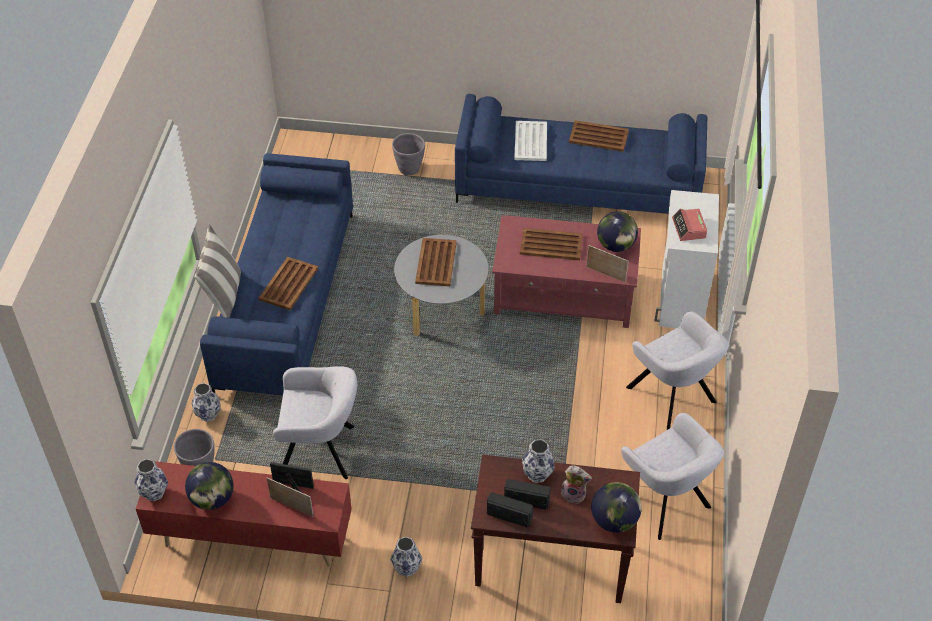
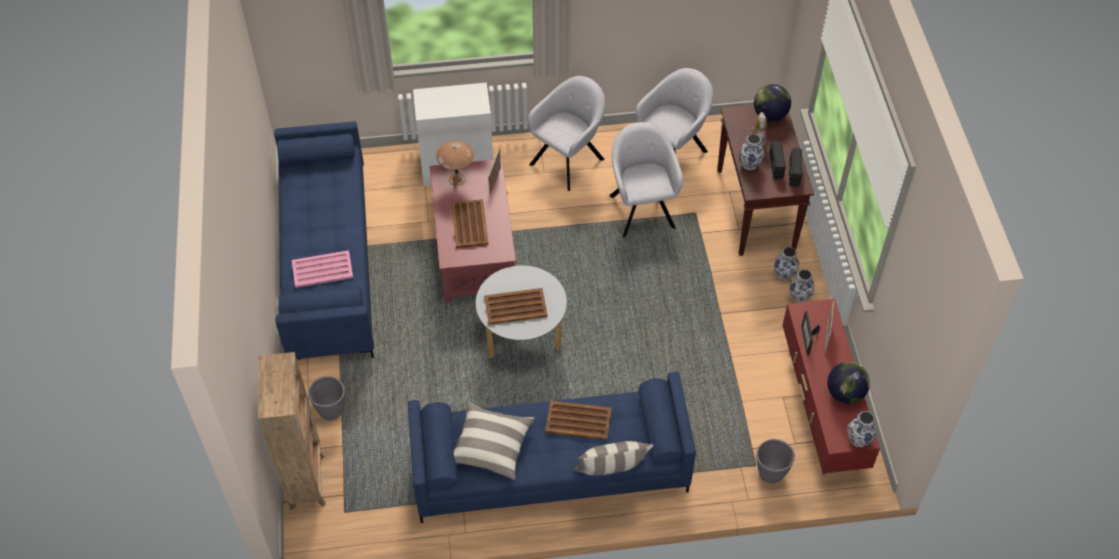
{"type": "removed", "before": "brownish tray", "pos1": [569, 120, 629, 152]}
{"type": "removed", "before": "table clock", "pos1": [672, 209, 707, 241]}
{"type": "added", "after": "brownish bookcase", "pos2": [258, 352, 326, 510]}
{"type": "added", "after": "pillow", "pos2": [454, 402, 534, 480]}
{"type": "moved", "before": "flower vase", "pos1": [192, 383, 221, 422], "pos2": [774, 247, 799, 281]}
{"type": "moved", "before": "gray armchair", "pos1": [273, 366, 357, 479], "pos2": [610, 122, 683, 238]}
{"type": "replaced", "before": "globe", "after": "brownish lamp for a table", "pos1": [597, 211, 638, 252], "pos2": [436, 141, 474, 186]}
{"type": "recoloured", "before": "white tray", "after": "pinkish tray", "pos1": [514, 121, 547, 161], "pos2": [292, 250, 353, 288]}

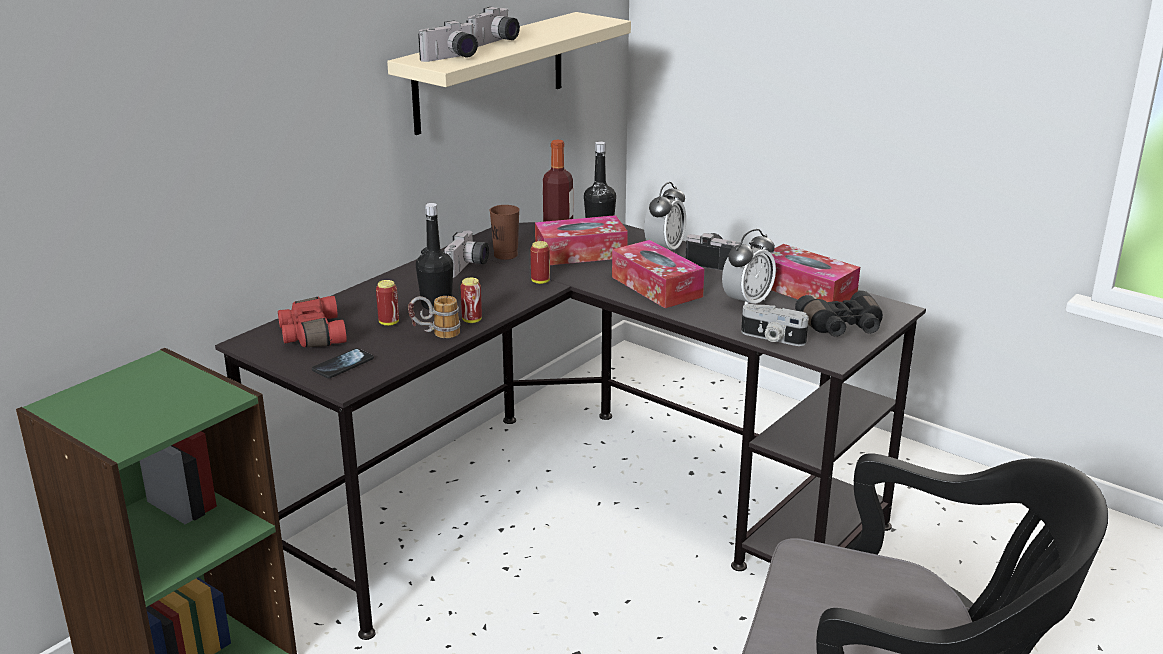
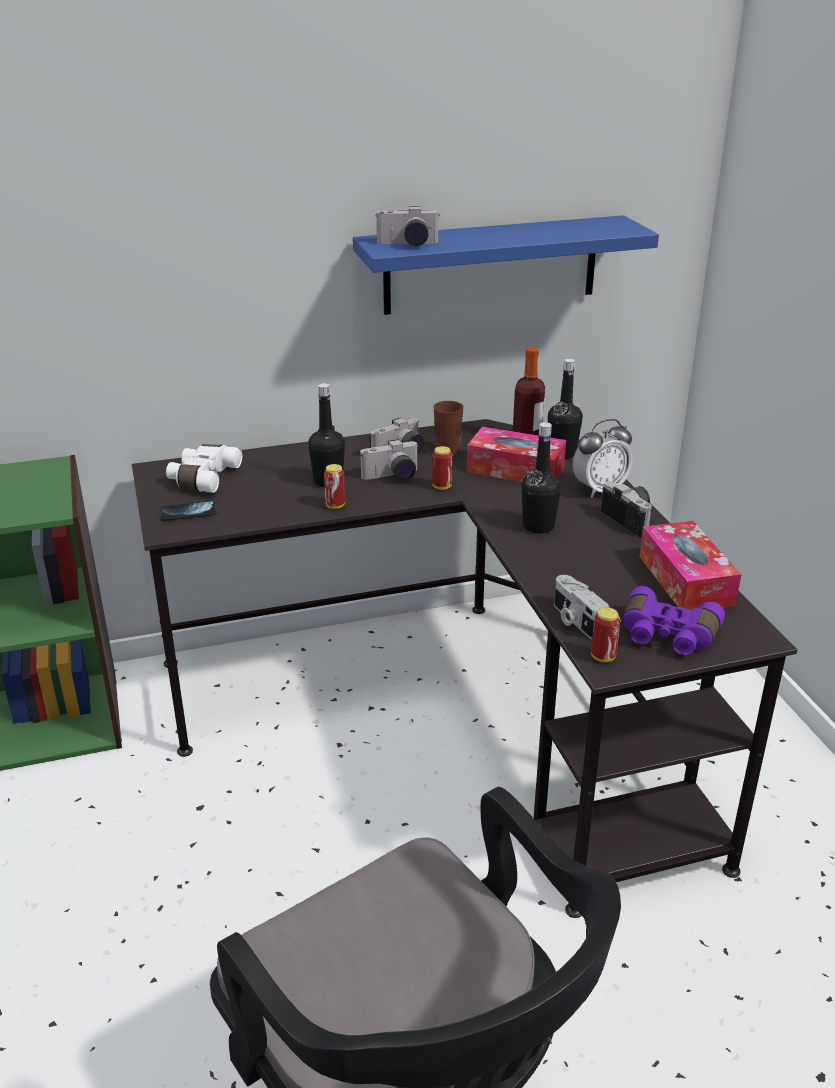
{"type": "removed", "before": "tea mug", "pos1": [408, 296, 460, 338]}
{"type": "removed", "before": "table clock", "pos1": [722, 229, 776, 305]}
{"type": "moved", "before": "sealed can", "pos1": [376, 280, 399, 326], "pos2": [591, 607, 620, 662]}
{"type": "moved", "before": "still camera", "pos1": [466, 7, 520, 47], "pos2": [360, 439, 419, 480]}
{"type": "replaced", "before": "tissue box", "after": "black-coloured bottle", "pos1": [612, 240, 704, 308], "pos2": [522, 422, 561, 534]}
{"type": "recoloured", "before": "reddish field glasses", "after": "white field glasses", "pos1": [278, 296, 347, 347], "pos2": [166, 444, 242, 493]}
{"type": "recoloured", "before": "beige shelf", "after": "blue-coloured shelf", "pos1": [387, 12, 631, 135], "pos2": [353, 215, 659, 315]}
{"type": "recoloured", "before": "black-coloured field glasses", "after": "purple field glasses", "pos1": [795, 291, 883, 337], "pos2": [624, 586, 725, 655]}

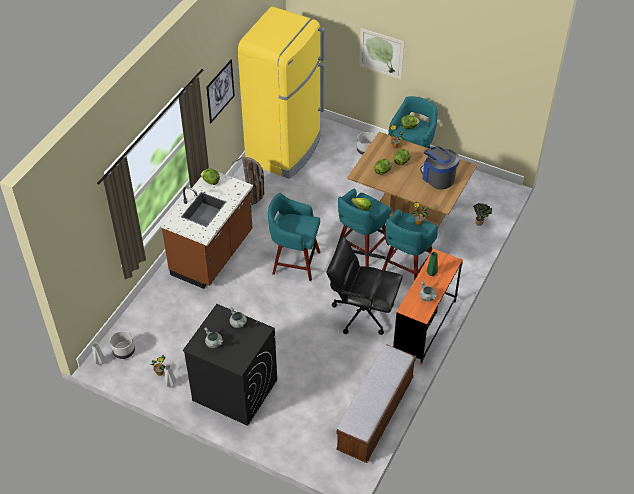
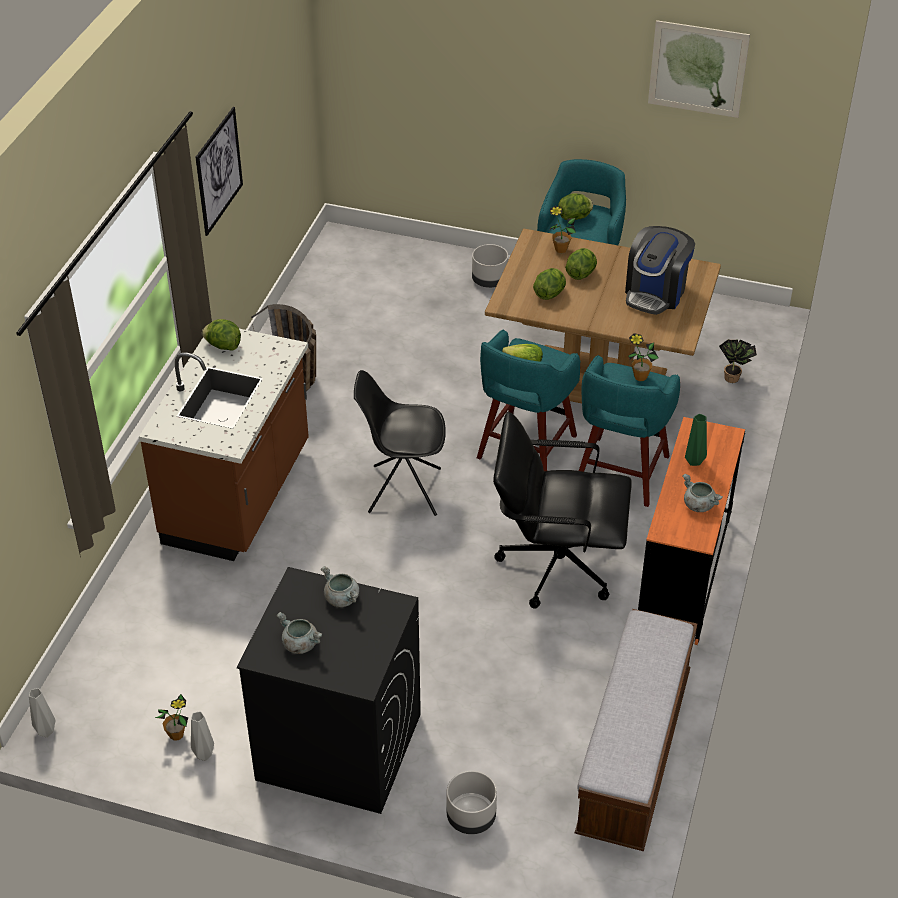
{"type": "removed", "before": "yellow kitchen fridge", "pos1": [238, 7, 325, 179]}
{"type": "moved", "before": "gray flower pot", "pos1": [110, 331, 135, 359], "pos2": [447, 771, 497, 834]}
{"type": "moved", "before": "wall picture", "pos1": [359, 28, 404, 79], "pos2": [648, 20, 750, 118]}
{"type": "replaced", "before": "blue-green stool seat", "after": "black-coloured chair", "pos1": [268, 193, 320, 281], "pos2": [354, 370, 446, 516]}
{"type": "turned", "before": "coffee brewer", "pos1": [420, 146, 460, 190], "pos2": [625, 226, 695, 315], "turn": -105}

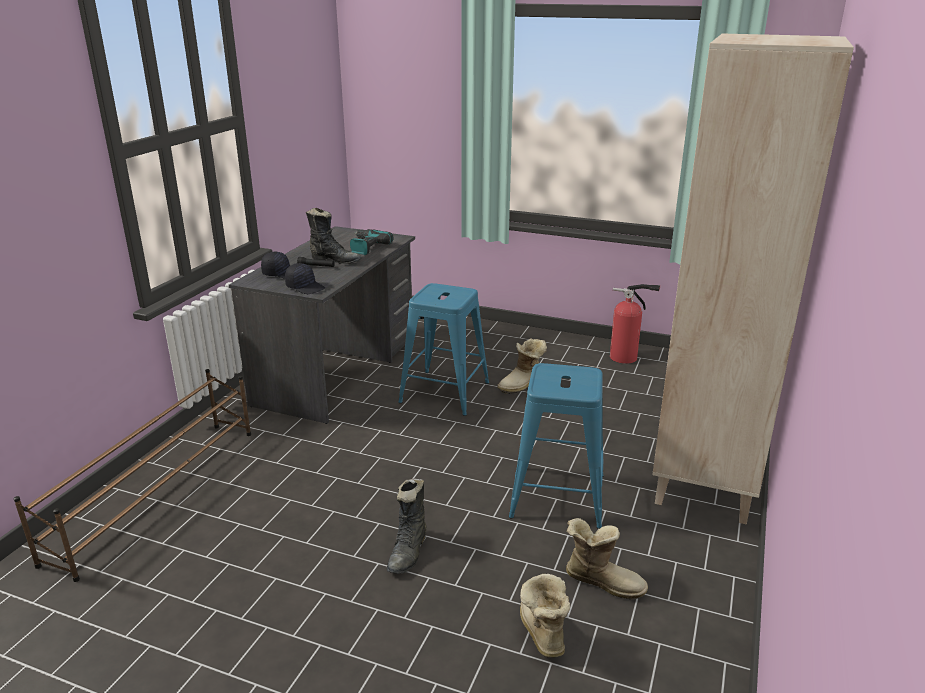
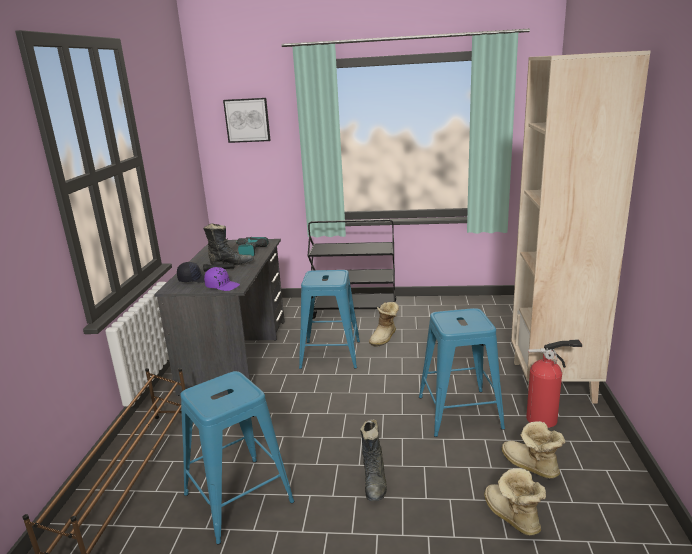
{"type": "added", "after": "blue-coloured stool seat", "pos2": [180, 371, 294, 544]}
{"type": "added", "after": "wall picture", "pos2": [223, 98, 271, 143]}
{"type": "added", "after": "black-coloured cart", "pos2": [308, 219, 396, 319]}
{"type": "moved", "before": "fire extinguisher", "pos1": [610, 284, 660, 364], "pos2": [526, 339, 582, 428]}
{"type": "recoloured", "before": "black-coloured peaked cap", "after": "purple peaked cap", "pos1": [285, 263, 325, 294], "pos2": [204, 267, 240, 291]}
{"type": "turned", "before": "high-top boot", "pos1": [566, 518, 648, 599], "pos2": [502, 421, 565, 479], "turn": -135}

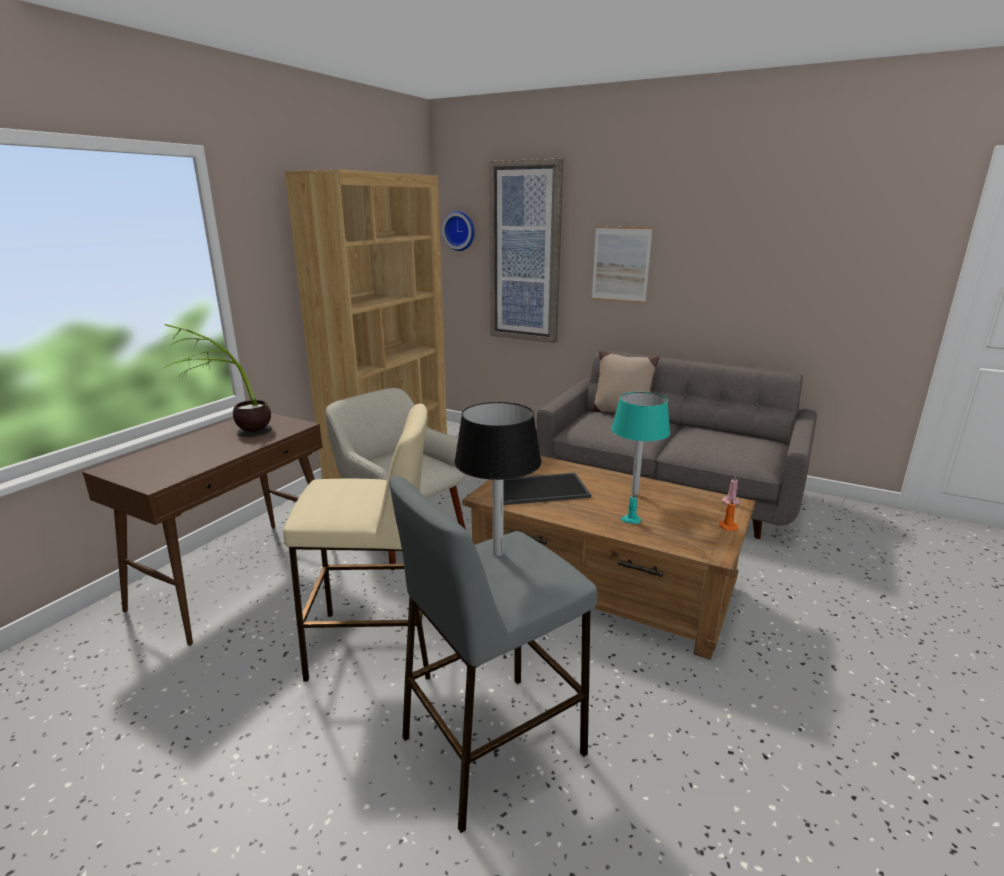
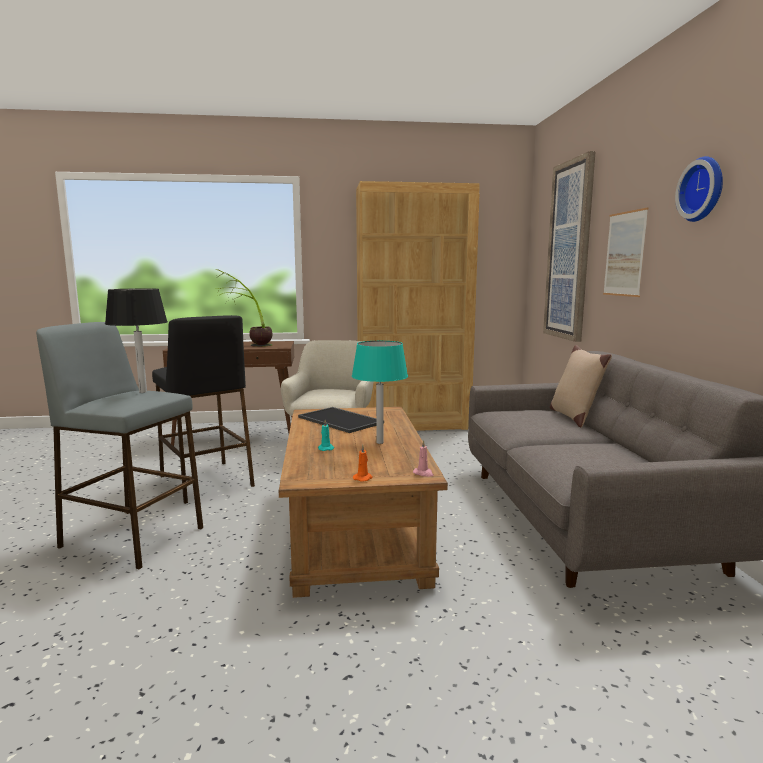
{"type": "moved", "before": "wall clock", "pos1": [442, 211, 475, 251], "pos2": [675, 156, 723, 222]}
{"type": "recoloured", "before": "beige stool seat", "after": "black-coloured stool seat", "pos1": [283, 404, 431, 682], "pos2": [152, 315, 255, 504]}

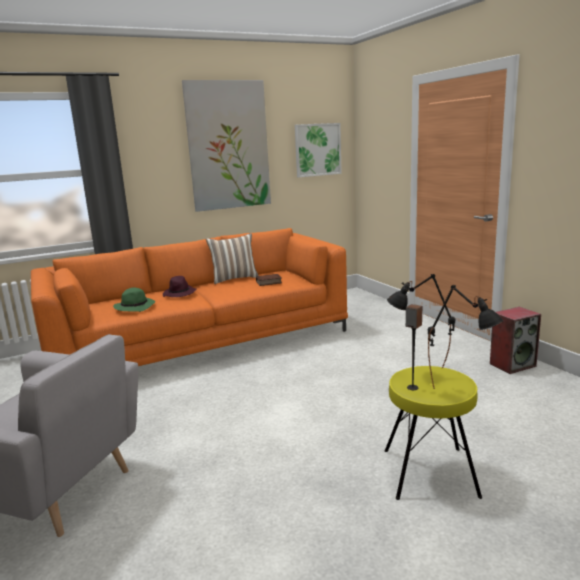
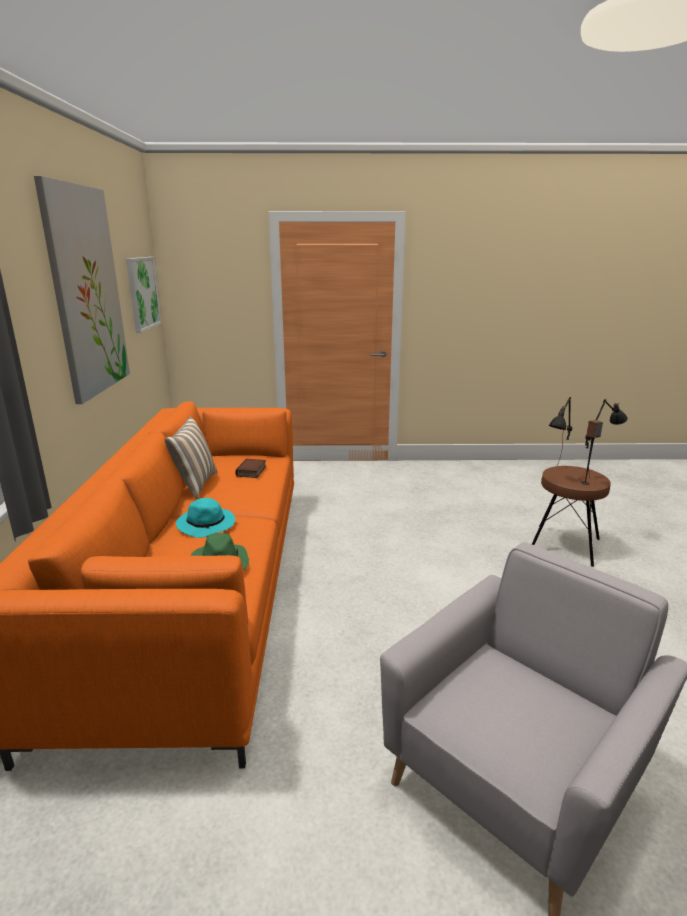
{"type": "removed", "before": "audio speaker", "pos1": [490, 307, 541, 374]}
{"type": "recoloured", "before": "purple wearable hat", "after": "blue-green wearable hat", "pos1": [163, 276, 196, 297], "pos2": [176, 498, 235, 538]}
{"type": "recoloured", "before": "yellow stool seat", "after": "brownish stool seat", "pos1": [385, 366, 482, 500], "pos2": [532, 466, 610, 567]}

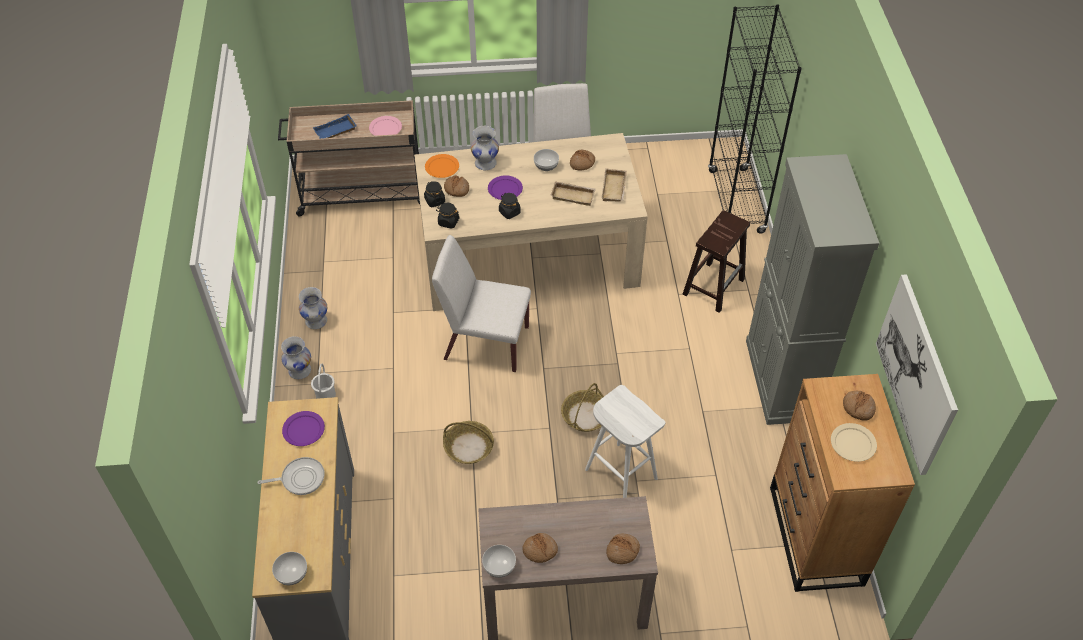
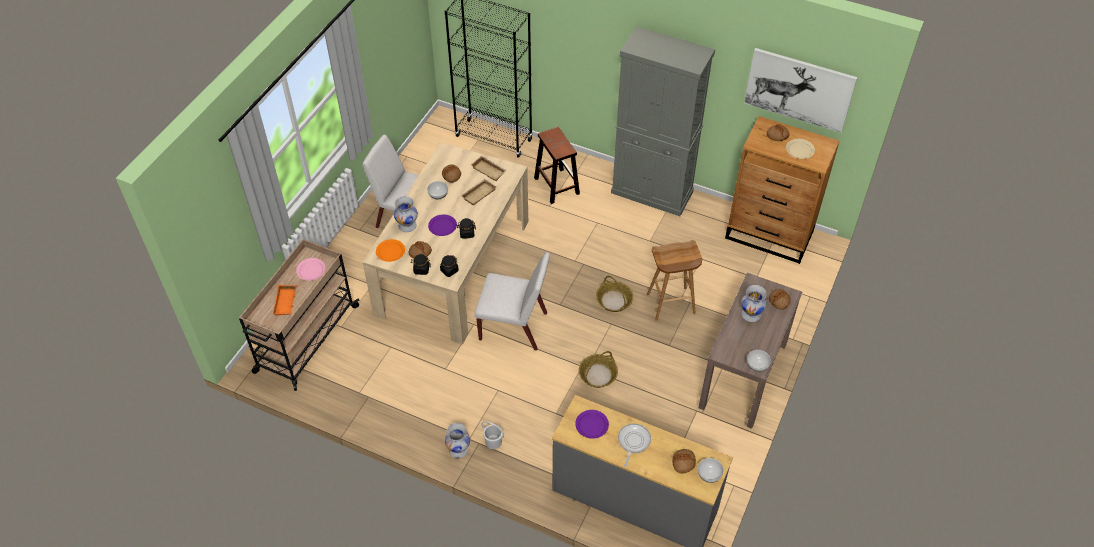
{"type": "moved", "before": "white flower vase", "pos1": [299, 287, 327, 329], "pos2": [741, 285, 767, 322]}
{"type": "moved", "before": "bakery bread", "pos1": [522, 533, 558, 563], "pos2": [672, 449, 696, 474]}
{"type": "recoloured", "before": "blue-coloured tray", "after": "orange-coloured tray", "pos1": [313, 114, 357, 139], "pos2": [273, 285, 297, 316]}
{"type": "recoloured", "before": "white stool seat", "after": "brownish stool seat", "pos1": [585, 385, 665, 498], "pos2": [647, 240, 702, 321]}
{"type": "turned", "before": "white chair", "pos1": [432, 235, 531, 372], "pos2": [475, 252, 550, 350], "turn": -120}

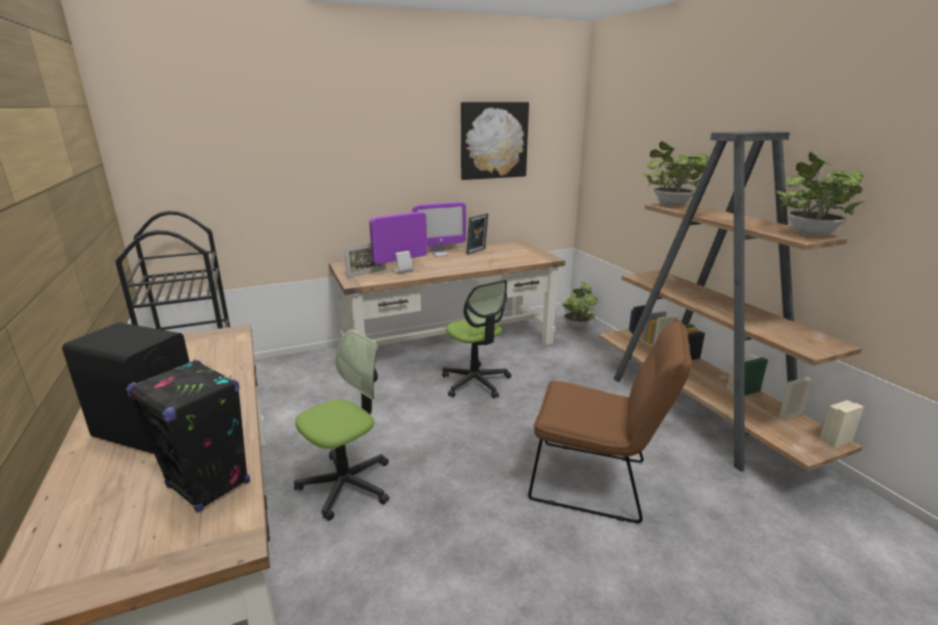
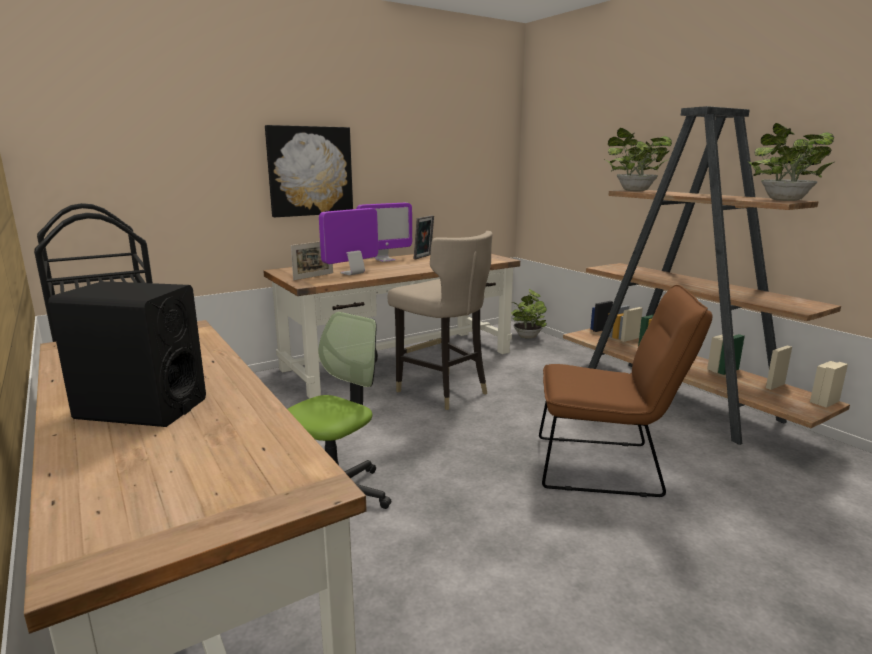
{"type": "removed", "before": "black-coloured audio speaker", "pos1": [126, 360, 250, 512]}
{"type": "moved", "before": "wall picture", "pos1": [461, 102, 529, 180], "pos2": [265, 125, 353, 217]}
{"type": "replaced", "before": "office chair", "after": "beige stool seat", "pos1": [442, 280, 511, 398], "pos2": [387, 231, 492, 410]}

